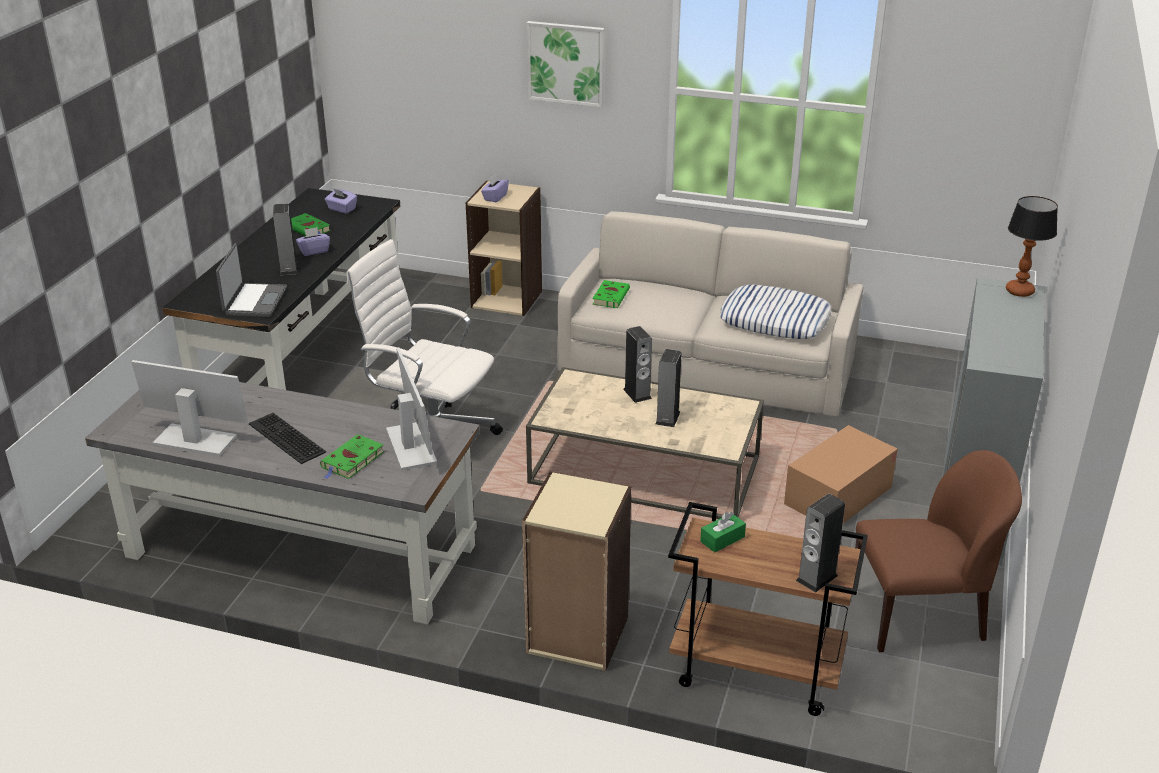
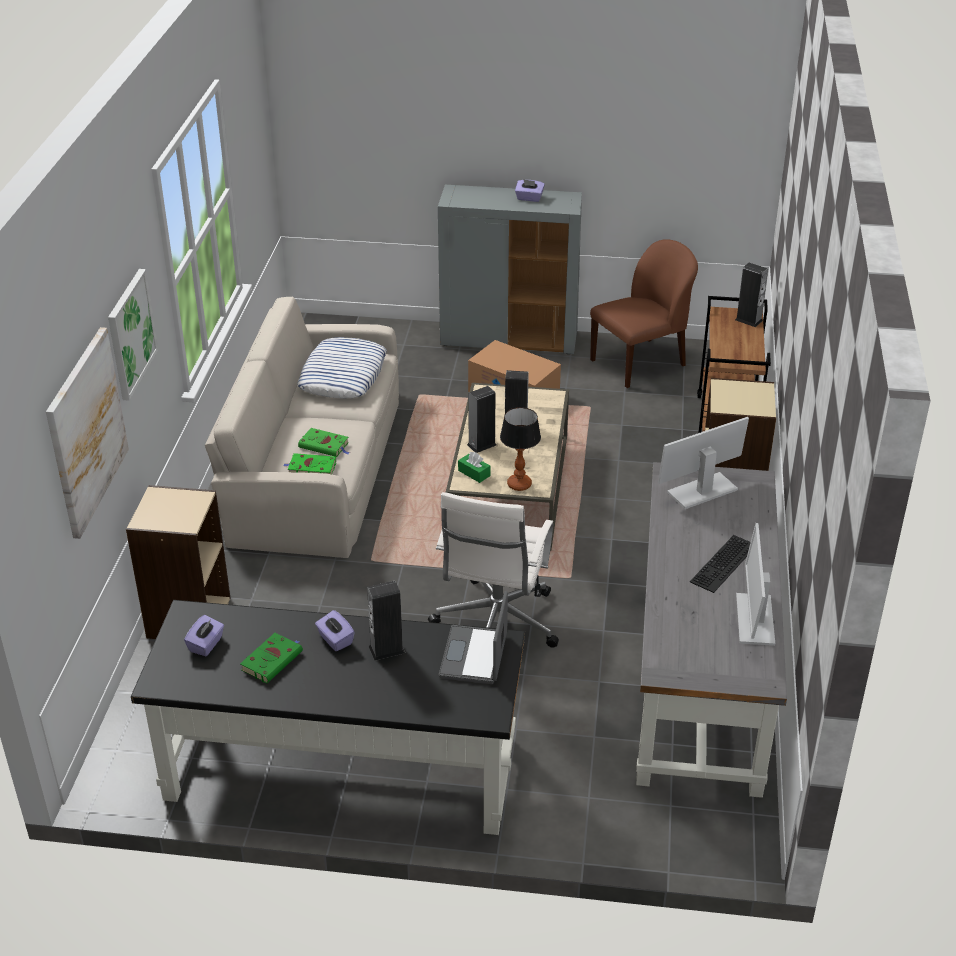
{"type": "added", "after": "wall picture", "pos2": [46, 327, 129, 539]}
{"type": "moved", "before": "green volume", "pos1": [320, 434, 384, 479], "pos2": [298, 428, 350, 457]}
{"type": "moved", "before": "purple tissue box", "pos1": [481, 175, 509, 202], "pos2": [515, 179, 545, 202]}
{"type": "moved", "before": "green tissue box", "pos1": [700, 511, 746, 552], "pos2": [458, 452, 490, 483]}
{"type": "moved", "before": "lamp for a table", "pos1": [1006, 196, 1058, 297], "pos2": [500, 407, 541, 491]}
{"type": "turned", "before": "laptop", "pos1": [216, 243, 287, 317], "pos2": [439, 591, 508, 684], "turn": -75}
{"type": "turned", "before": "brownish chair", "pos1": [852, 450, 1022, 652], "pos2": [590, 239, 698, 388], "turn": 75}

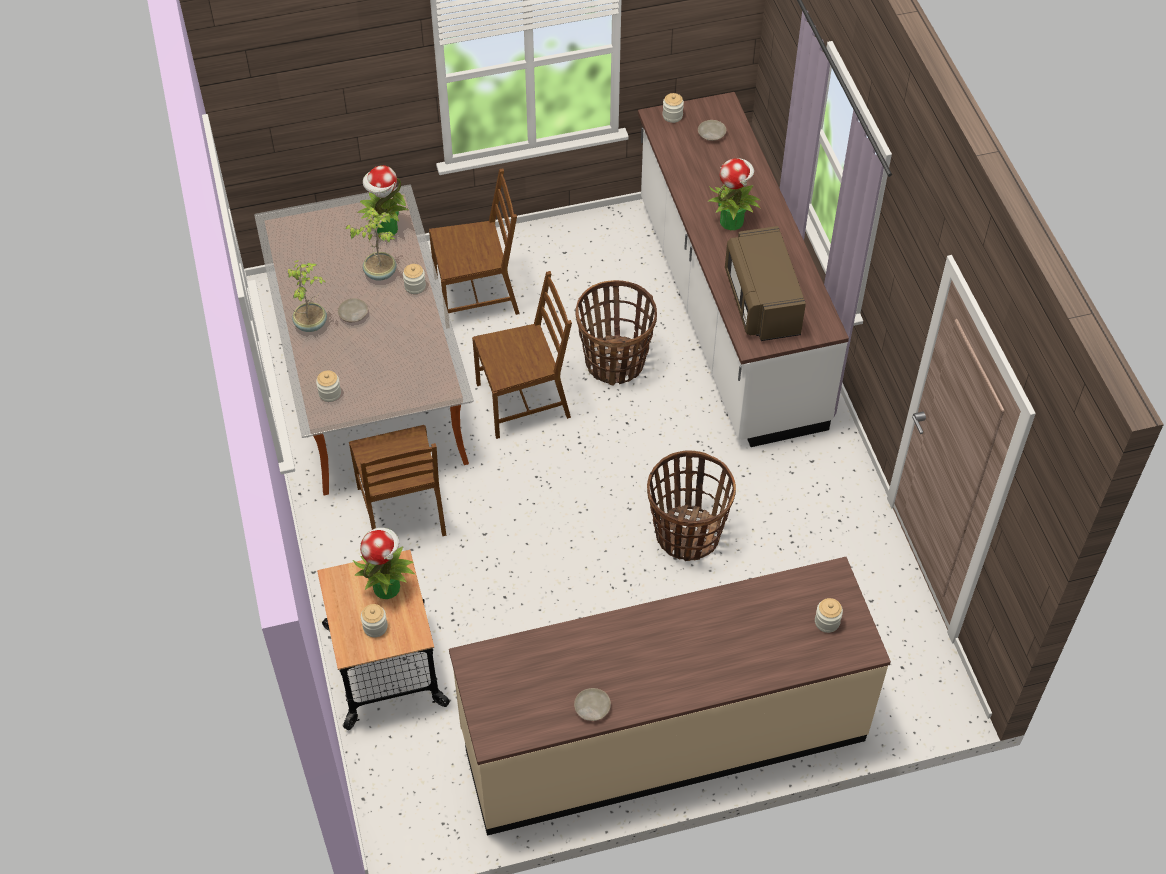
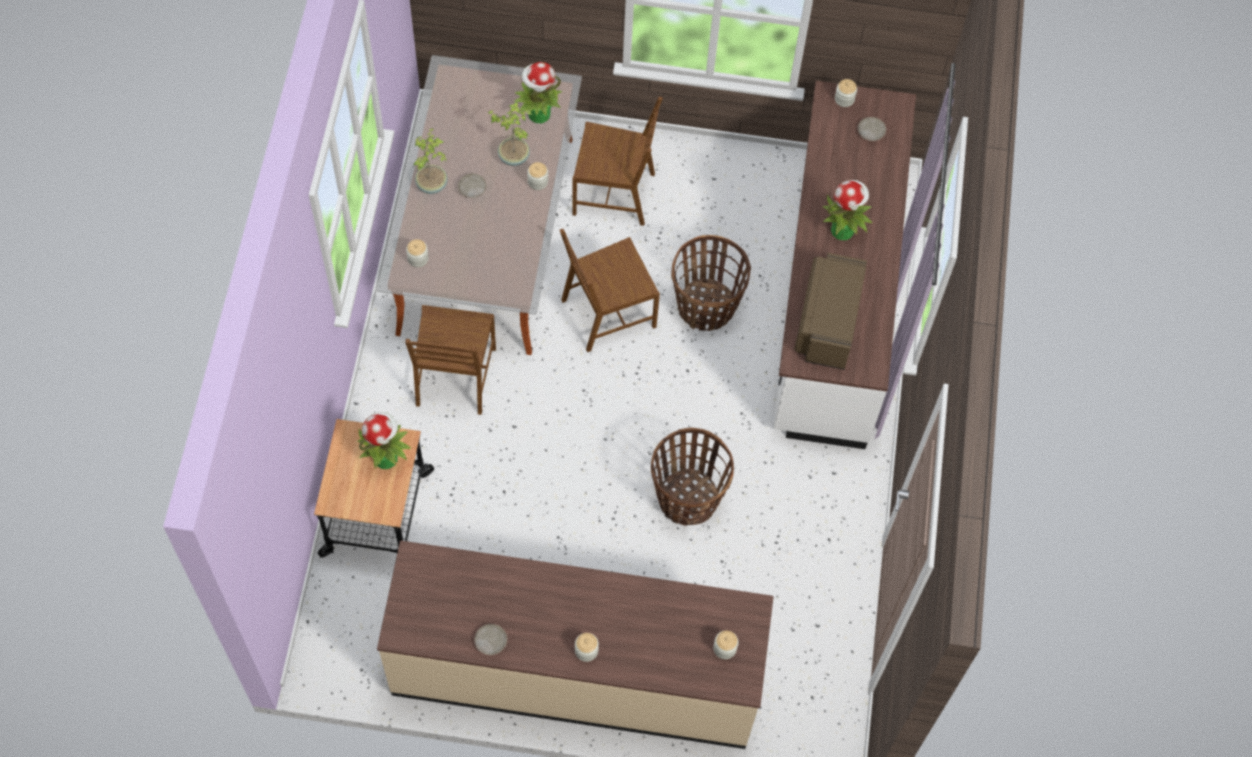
{"type": "moved", "before": "jar", "pos1": [361, 604, 388, 637], "pos2": [575, 633, 599, 662]}
{"type": "turned", "before": "brownish chair", "pos1": [472, 271, 572, 439], "pos2": [560, 229, 660, 352], "turn": 150}

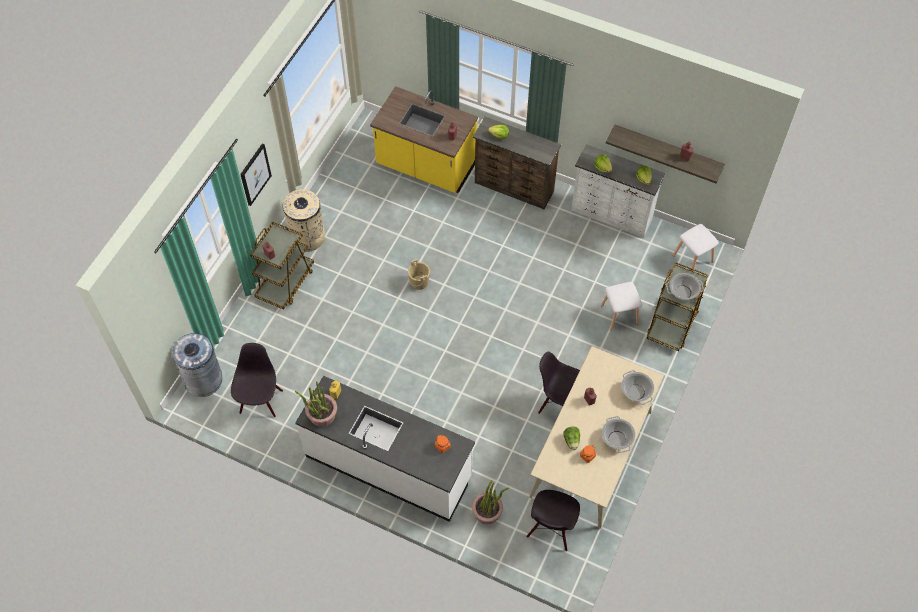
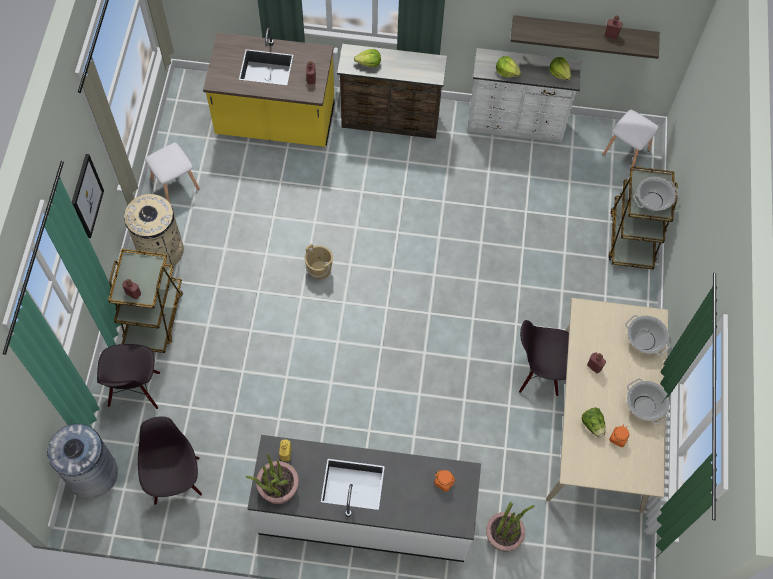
{"type": "moved", "before": "black-coloured chair", "pos1": [527, 490, 580, 551], "pos2": [97, 344, 160, 409]}
{"type": "moved", "before": "white stool seat", "pos1": [601, 282, 642, 331], "pos2": [145, 143, 200, 203]}

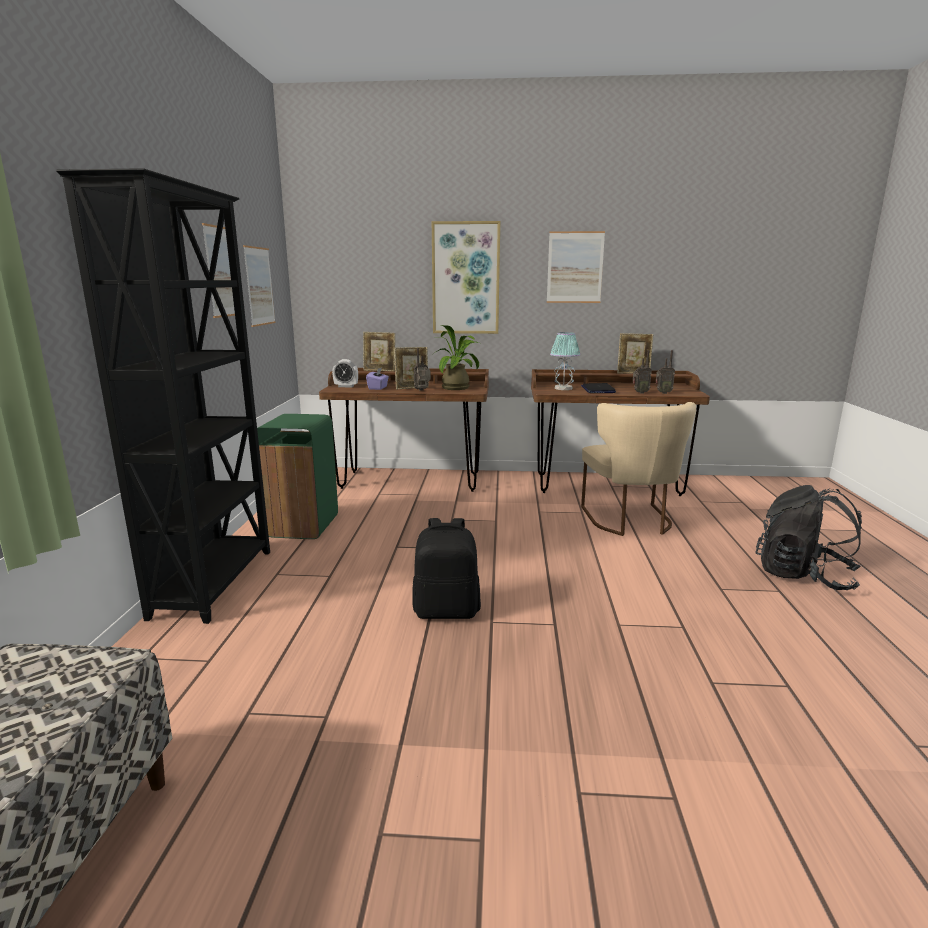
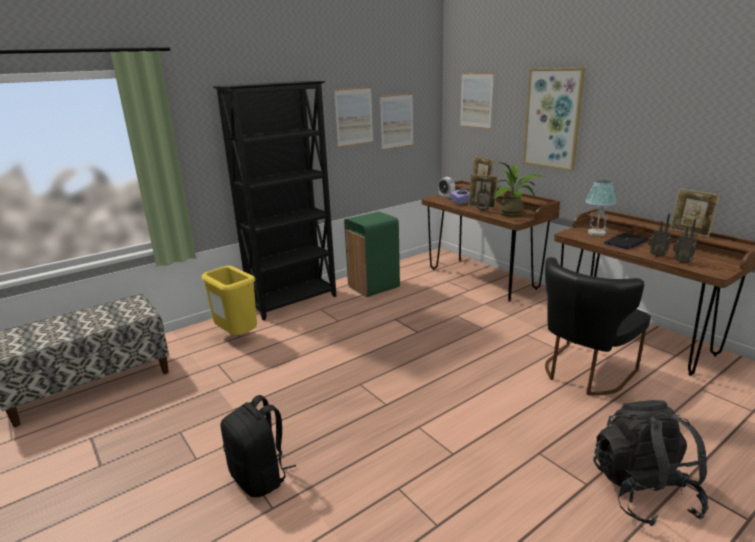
{"type": "added", "after": "yellow trash can", "pos2": [201, 266, 257, 338]}
{"type": "moved", "before": "black-coloured backpack", "pos1": [412, 518, 481, 619], "pos2": [221, 395, 296, 497]}
{"type": "moved", "before": "wall picture", "pos1": [547, 231, 605, 303], "pos2": [460, 73, 494, 129]}
{"type": "recoloured", "before": "beige chair", "after": "black-coloured chair", "pos1": [581, 402, 696, 536], "pos2": [545, 257, 651, 395]}

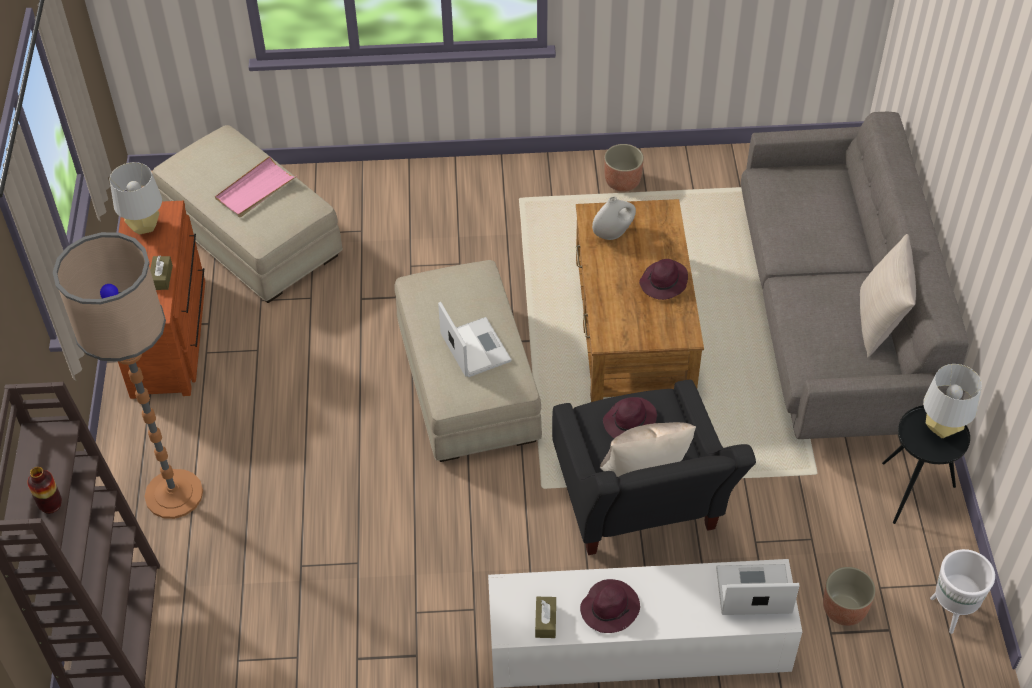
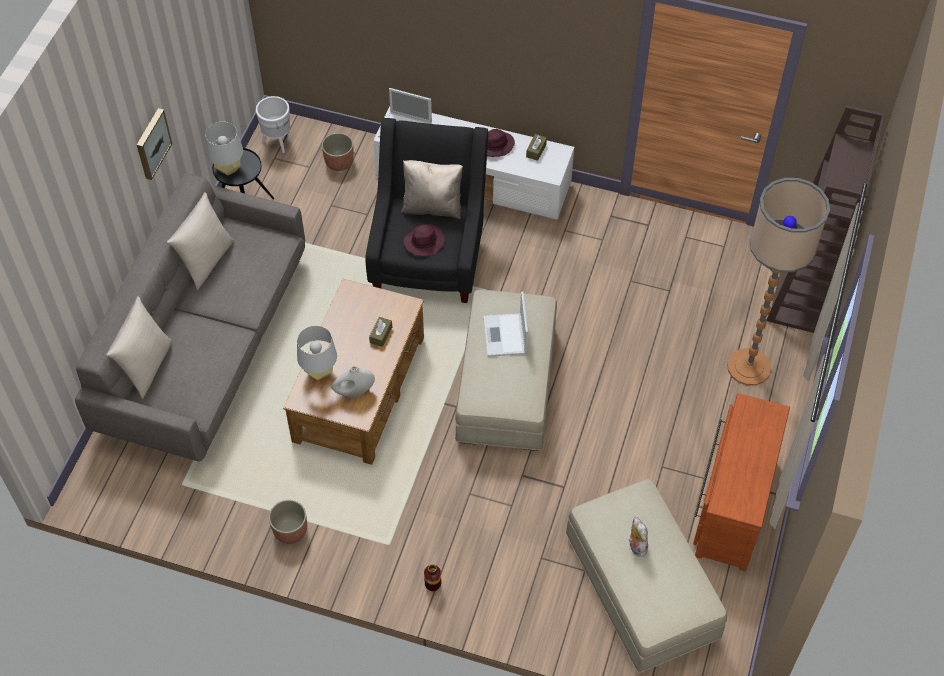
{"type": "removed", "before": "purple wearable hat", "pos1": [639, 259, 688, 300]}
{"type": "added", "after": "beige pillow", "pos2": [106, 296, 172, 399]}
{"type": "added", "after": "wall picture", "pos2": [137, 108, 172, 180]}
{"type": "moved", "before": "flower vase", "pos1": [27, 467, 62, 514], "pos2": [424, 564, 441, 591]}
{"type": "moved", "before": "gray lamp for a table", "pos1": [110, 162, 162, 234], "pos2": [297, 326, 337, 380]}
{"type": "moved", "before": "brownish tissue box", "pos1": [150, 255, 173, 290], "pos2": [369, 317, 392, 347]}
{"type": "replaced", "before": "pinkish tray", "after": "soft toy", "pos1": [215, 156, 297, 218], "pos2": [629, 517, 648, 557]}

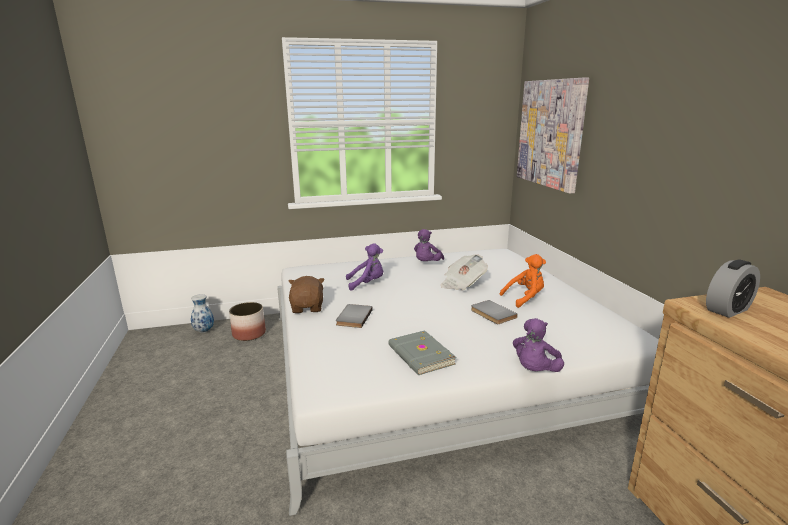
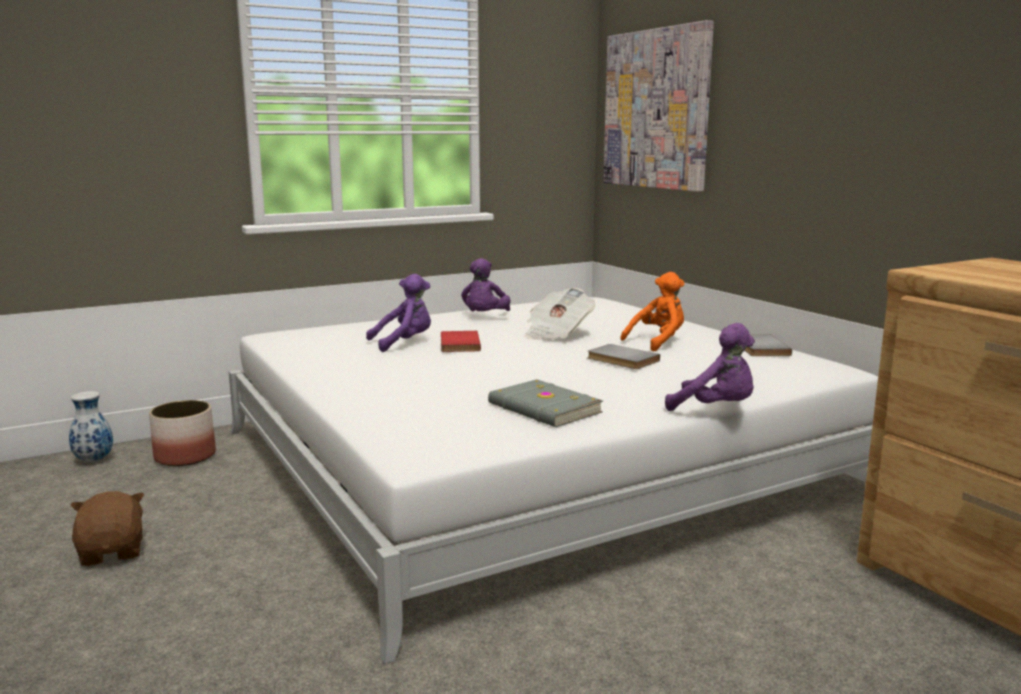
{"type": "removed", "before": "table clock", "pos1": [706, 260, 760, 318]}
{"type": "added", "after": "reddish volume", "pos2": [441, 331, 481, 352]}
{"type": "moved", "before": "brownish soft toy", "pos1": [289, 276, 325, 313], "pos2": [71, 491, 144, 566]}
{"type": "moved", "before": "gray volume", "pos1": [336, 304, 373, 328], "pos2": [744, 334, 792, 356]}
{"type": "turned", "before": "purple soft toy", "pos1": [513, 318, 564, 372], "pos2": [665, 323, 755, 411], "turn": -75}

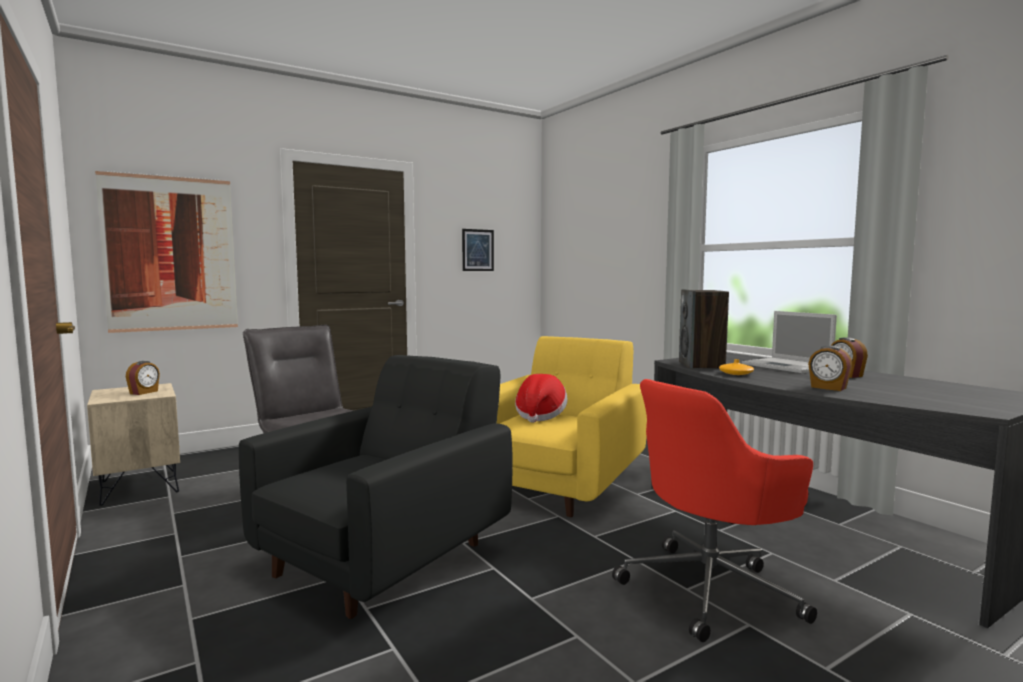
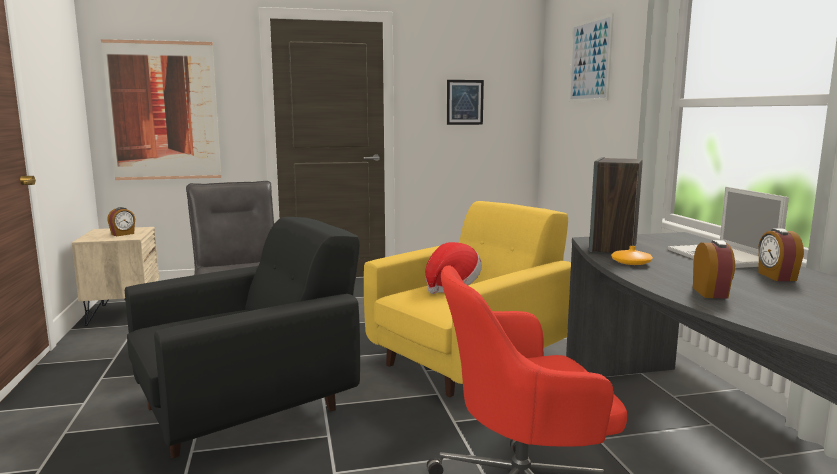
{"type": "added", "after": "wall picture", "pos2": [569, 14, 614, 102]}
{"type": "turned", "before": "table clock", "pos1": [808, 345, 852, 391], "pos2": [693, 240, 735, 299], "turn": -150}

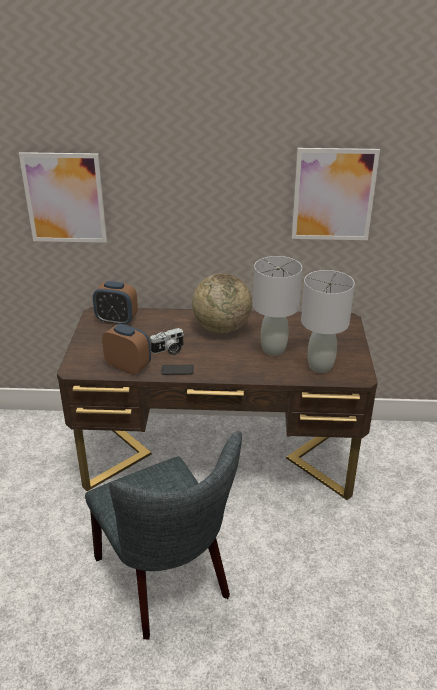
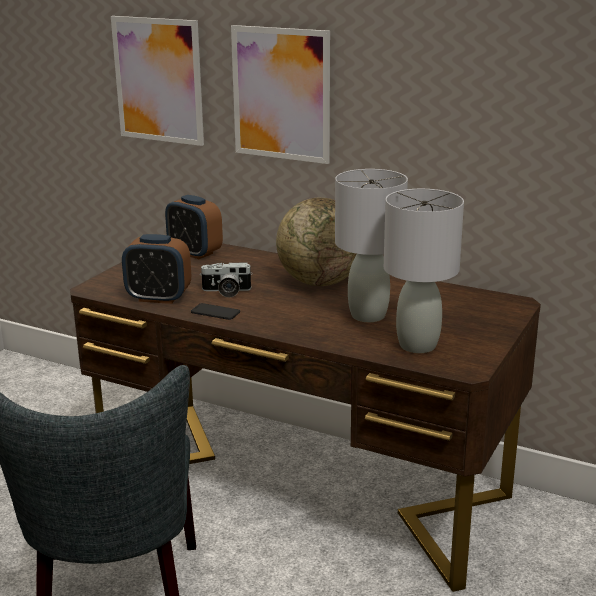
{"type": "moved", "before": "wall picture", "pos1": [292, 148, 380, 240], "pos2": [231, 25, 330, 164]}
{"type": "turned", "before": "table clock", "pos1": [102, 324, 151, 375], "pos2": [122, 234, 191, 304], "turn": 135}

